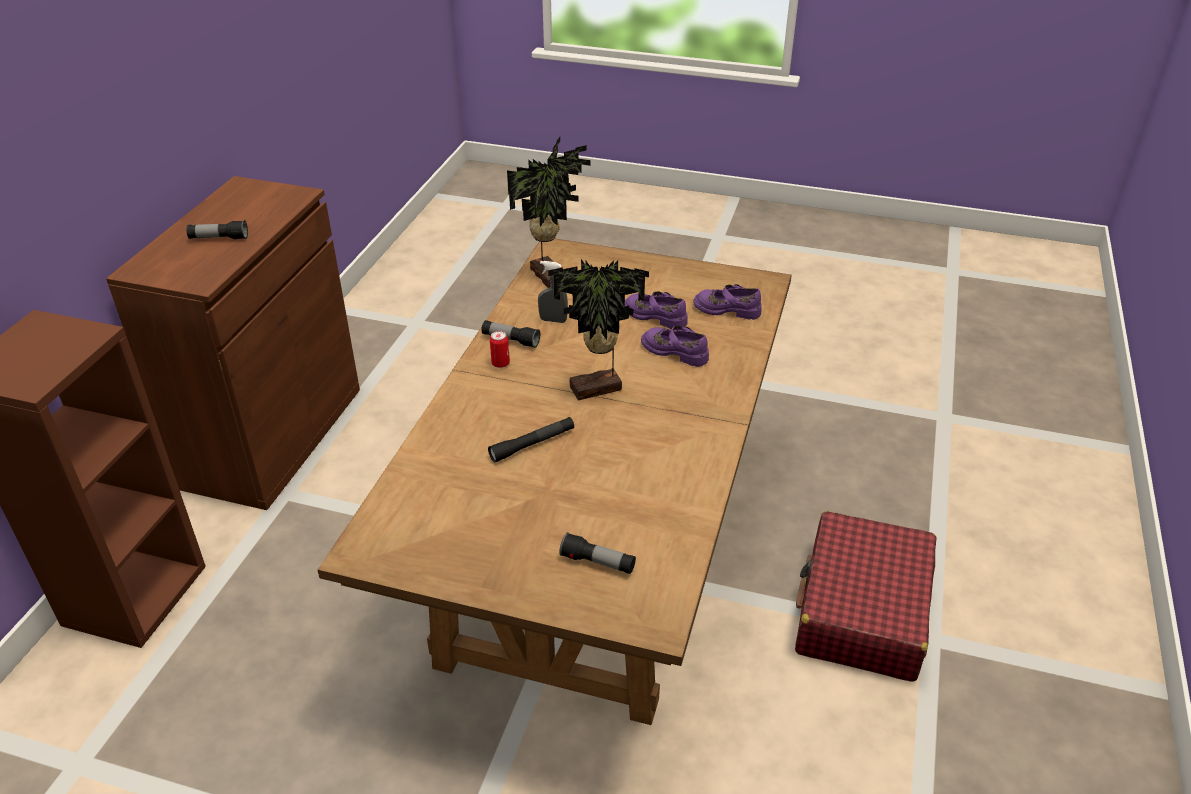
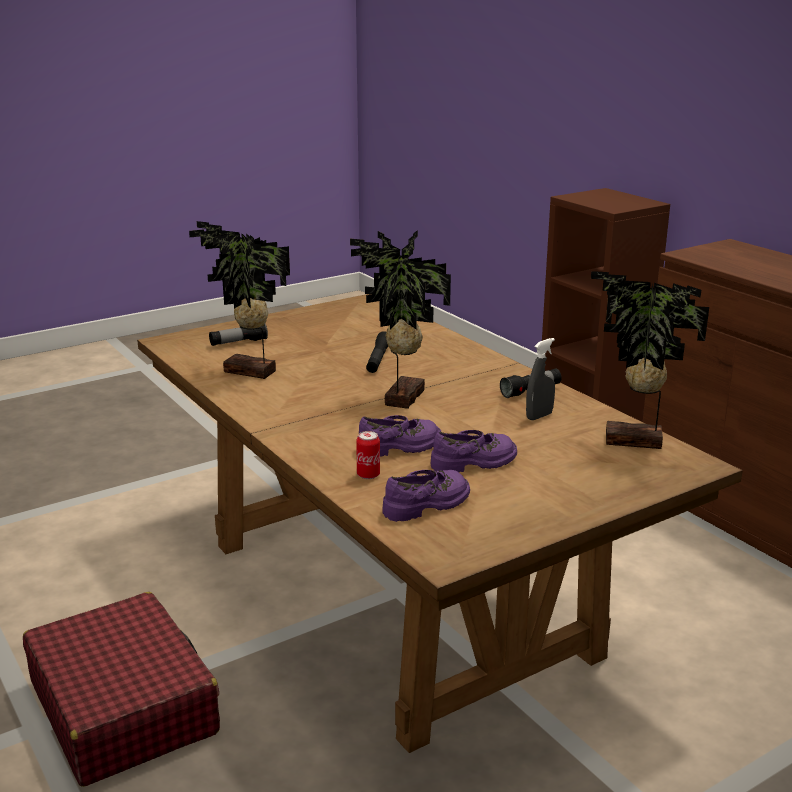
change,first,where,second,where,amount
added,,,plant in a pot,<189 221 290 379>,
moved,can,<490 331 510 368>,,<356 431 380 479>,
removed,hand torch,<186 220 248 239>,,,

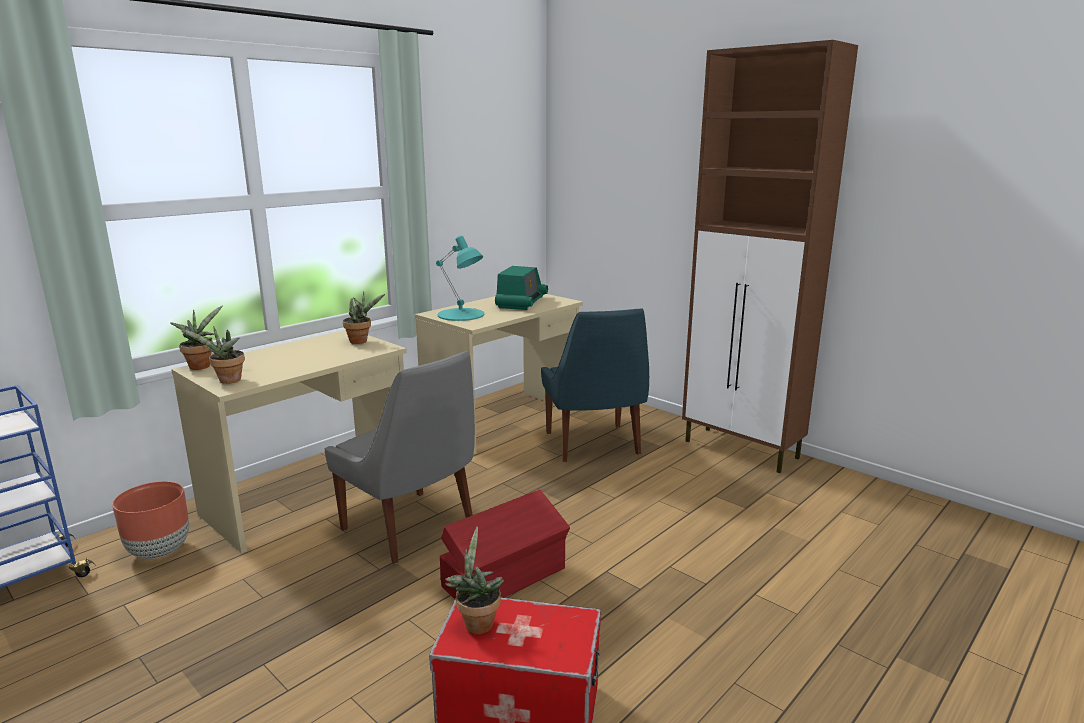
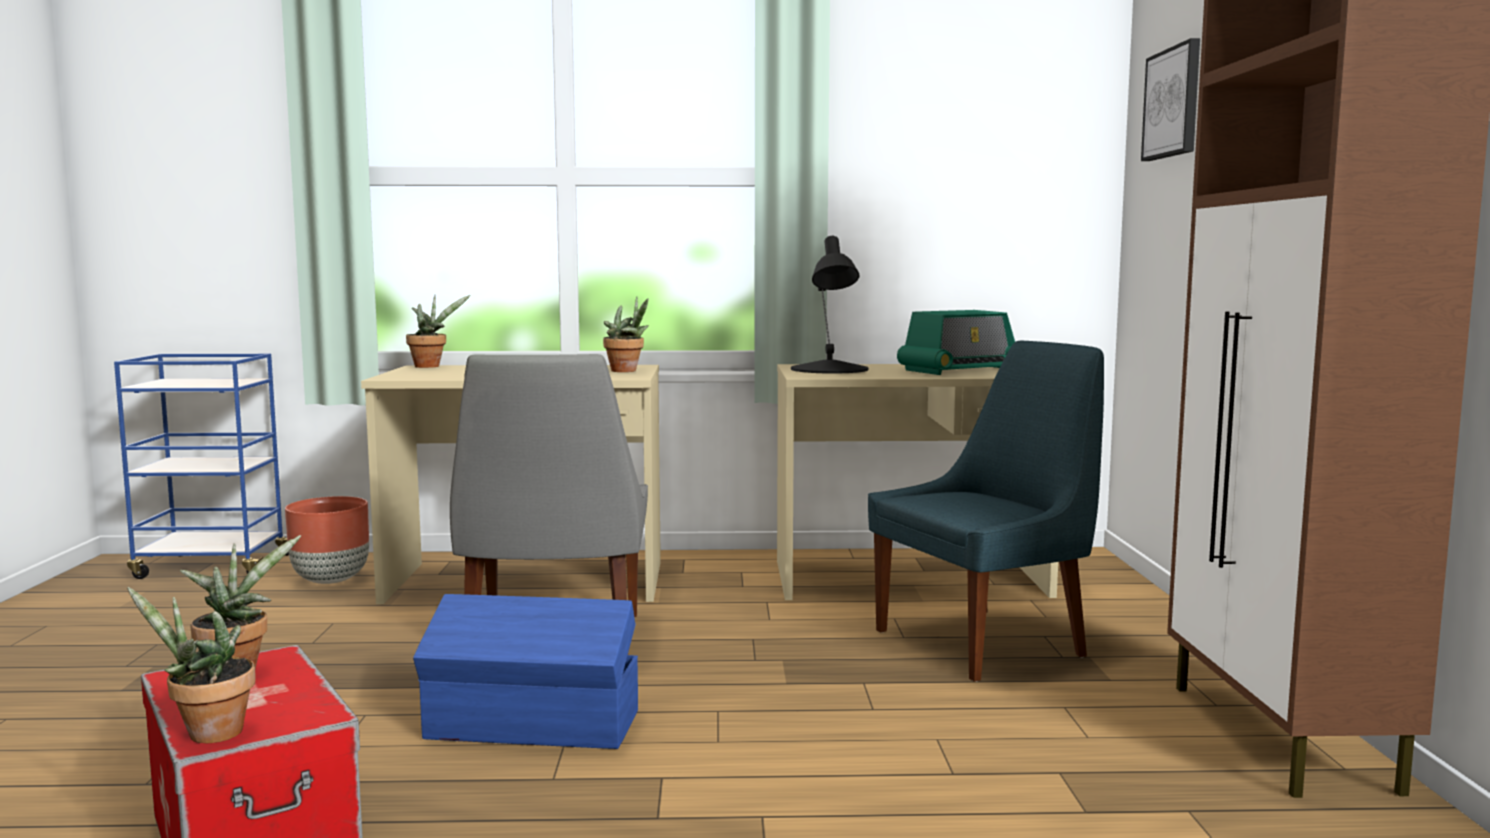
change,first,where,second,where,amount
moved,plant in a pot,<180 326 245 384>,,<127 587 256 743>,
recoloured,storage container/reddish,<439 490 570 599>,storage container/blue,<413 594 638 749>,
recoloured,lamp for a table/turquoise,<436 236 484 321>,lamp for a table/blackish,<791 236 869 373>,
turned,plain chair/blue,<541 308 649 462>,,<868 341 1104 682>,150 degrees counterclockwise
added,,,wall picture,<1141 38 1200 161>,

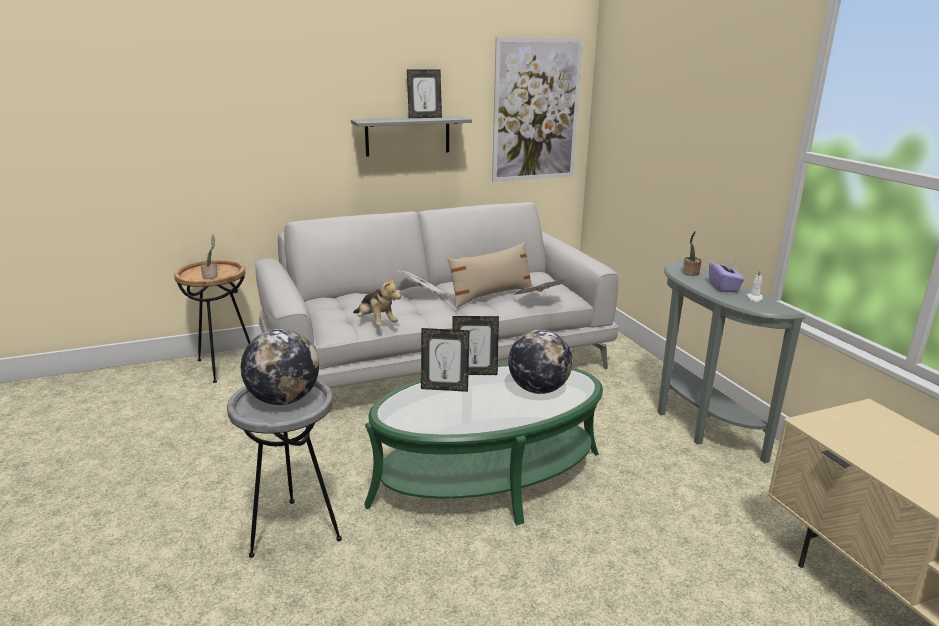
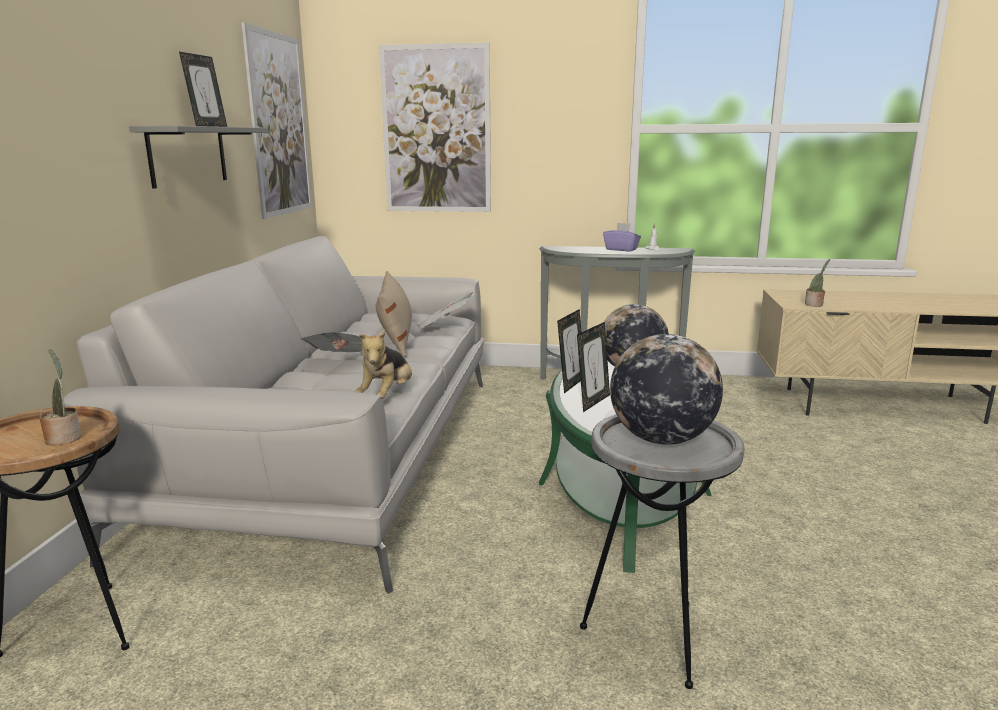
change,first,where,second,where,amount
turned,cuddly toy,<353 277 401 326>,,<355 330 412 399>,120 degrees clockwise
added,,,wall picture,<379 43 491 212>,
moved,plant in a pot,<683 231 701 276>,,<805 259 830 307>,

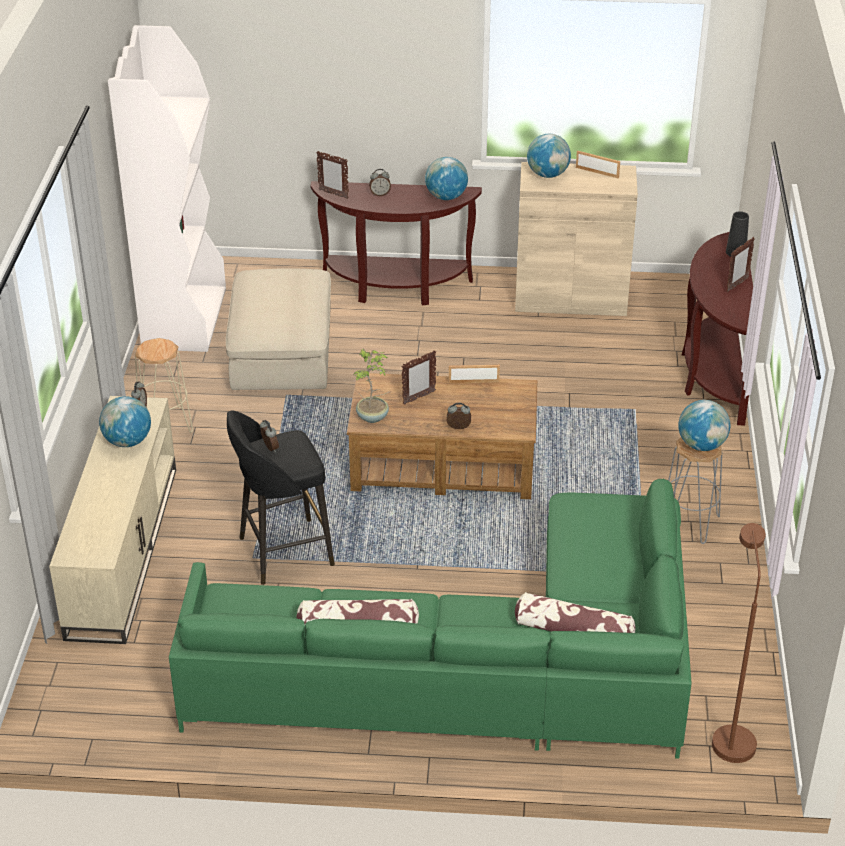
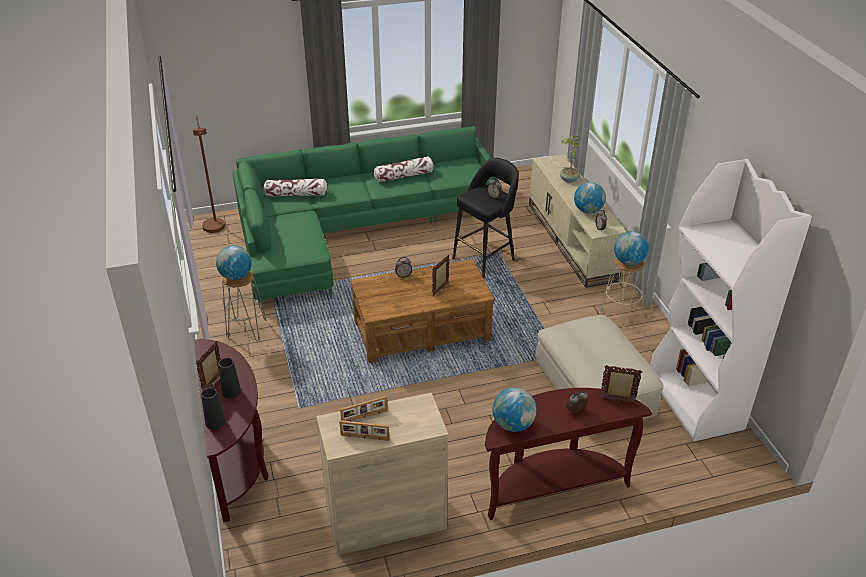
change,first,where,second,where,amount
added,,,vase/blackish,<218 358 241 399>,
moved,picture frame,<449 365 500 383>,,<340 396 388 421>,
moved,plant in a pot,<353 348 390 423>,,<560 136 581 183>,
moved,desk globe,<527 134 571 178>,,<614 231 649 265>,

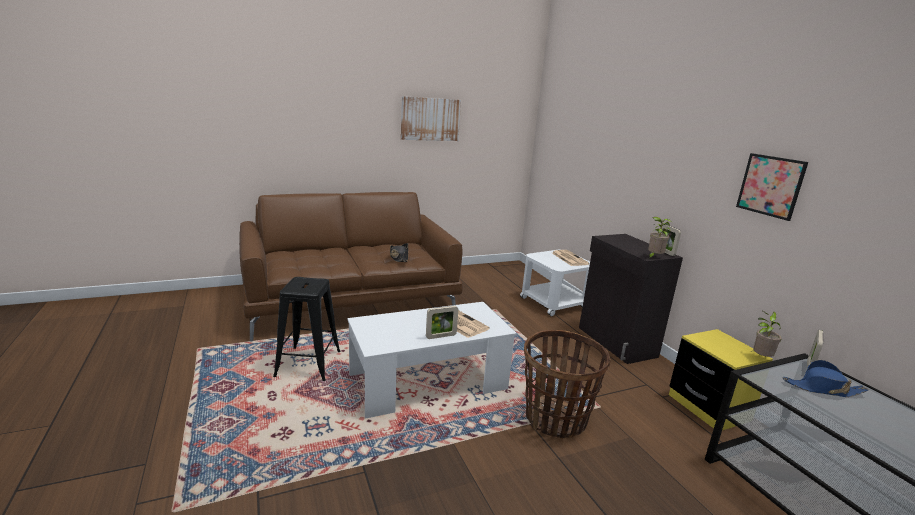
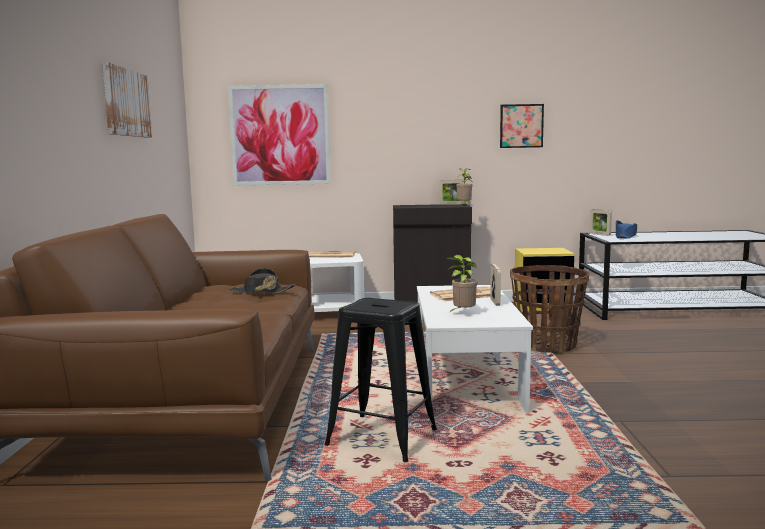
change,first,where,second,where,amount
added,,,wall picture,<228 84 330 185>,
moved,plant in a pot,<753 310 782 357>,,<446 255 478 313>,

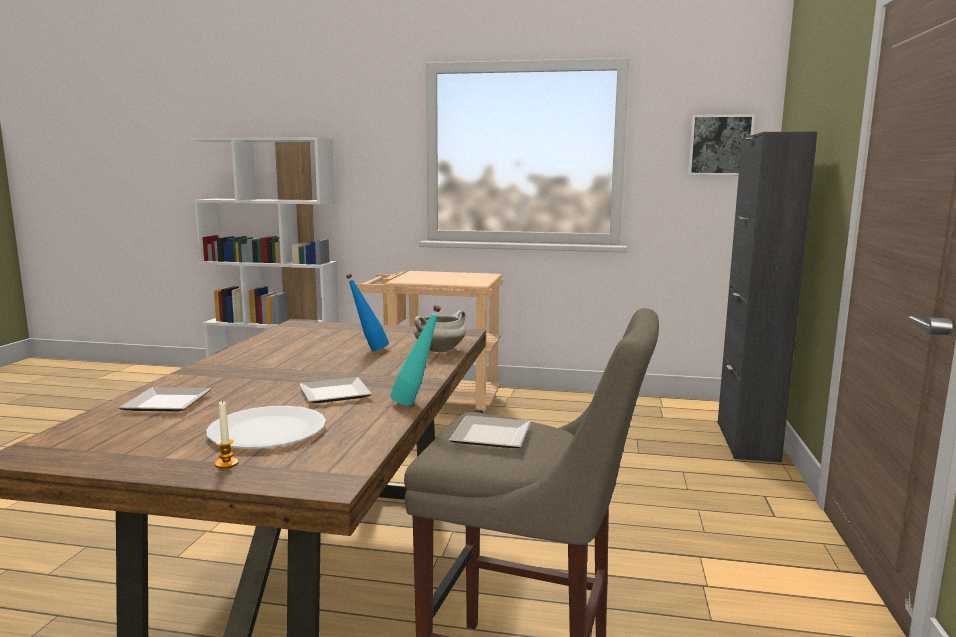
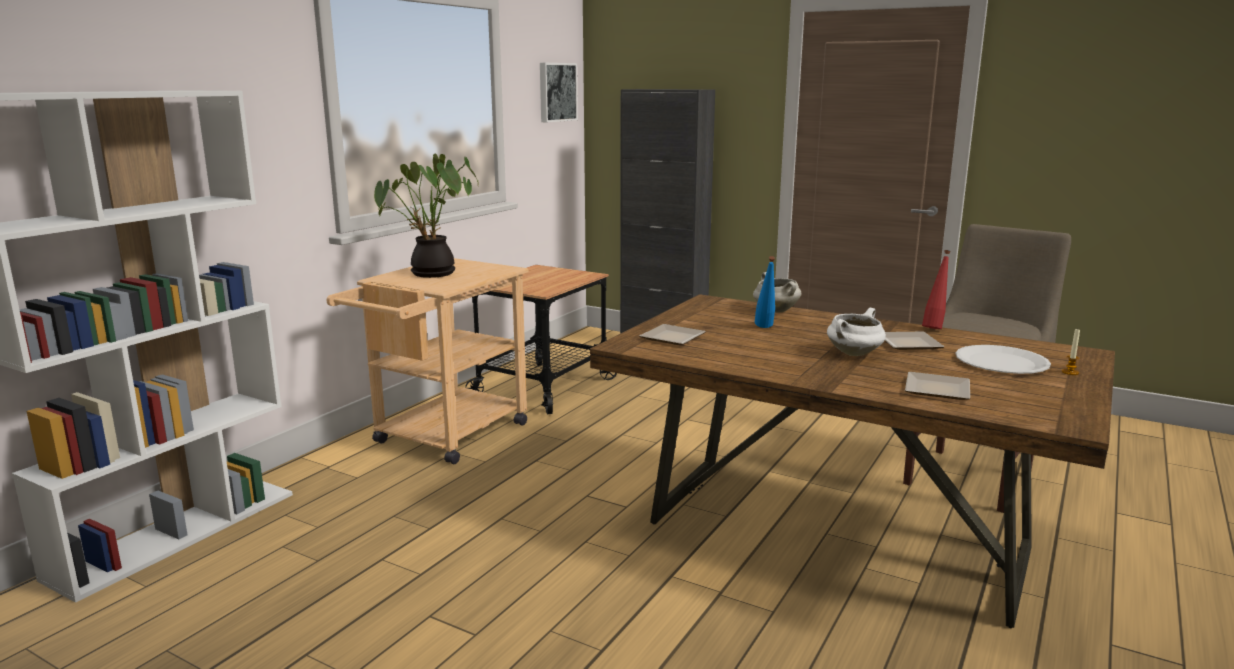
change,first,where,second,where,amount
added,,,plant in a pot,<374 153 478 278>,
added,,,cart,<465 265 617 414>,
moved,flat dish,<449 415 531 448>,,<640 324 706 345>,
added,,,cooking pot/white,<827 308 886 356>,
recoloured,beverage bottle/turquoise,<390 305 441 406>,beverage bottle/reddish,<922 250 950 329>,

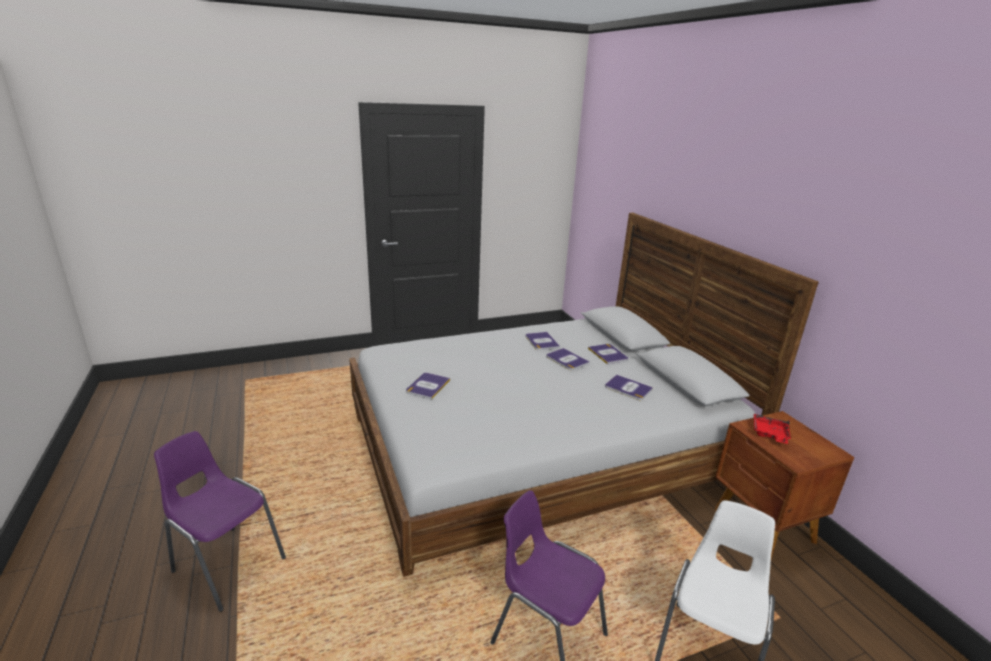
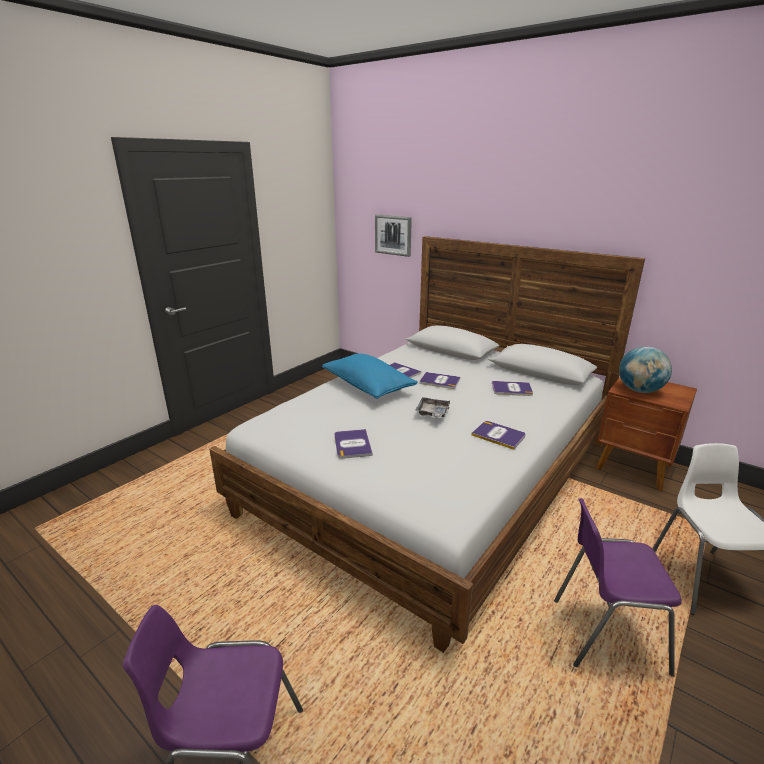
change,first,where,second,where,amount
added,,,throw pillow/blue,<322 354 418 399>,
added,,,wall picture,<375 215 412 257>,
added,,,serving tray/grey,<416 397 450 418>,
moved,book,<588 344 628 364>,,<471 421 526 450>,
replaced,serving tray/reddish,<754 414 791 444>,desk globe,<619 346 672 393>,

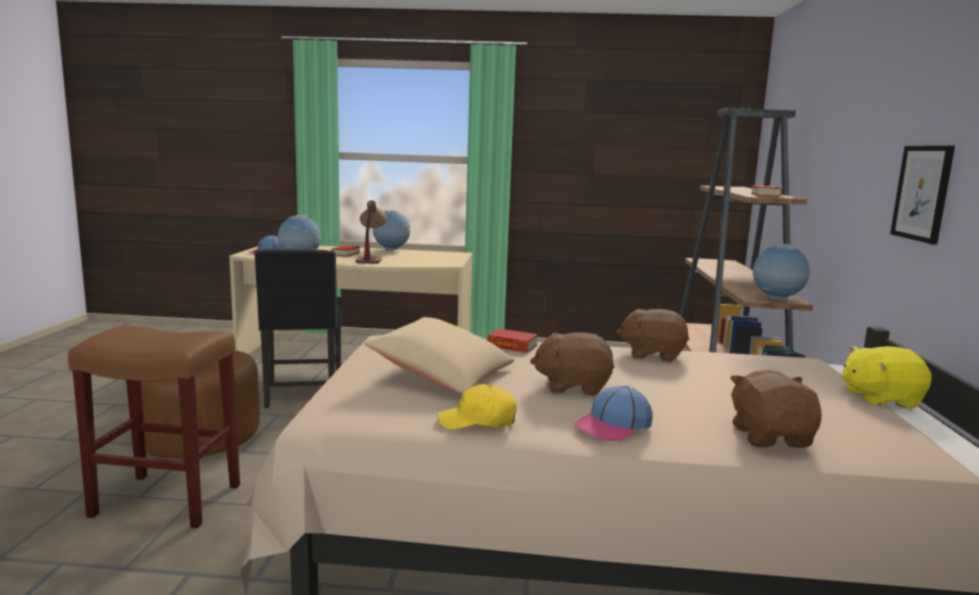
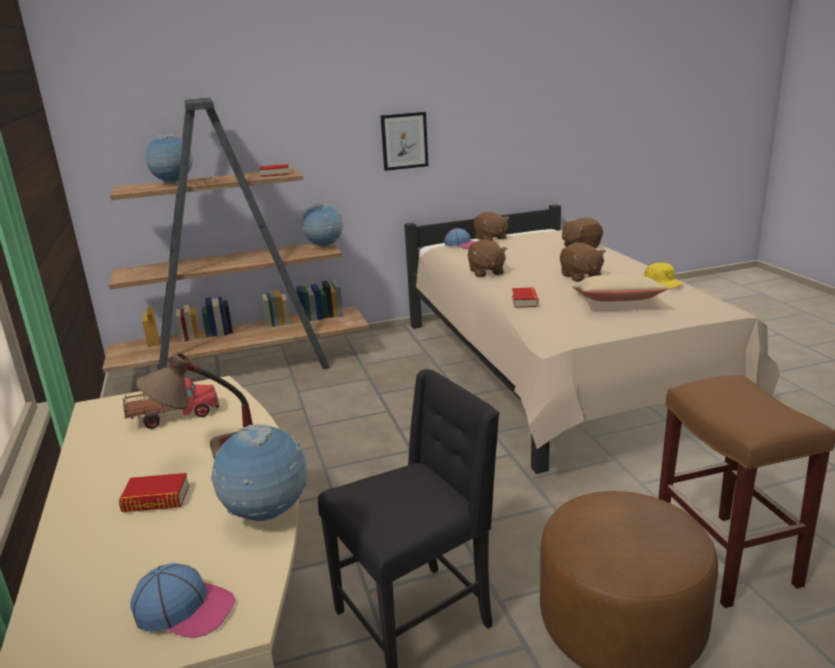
change,first,where,second,where,amount
added,,,toy lorry,<123 378 219 429>,
moved,desk globe,<373 210 411 250>,,<145 134 193 184>,
moved,peaked cap,<574 386 653 441>,,<444 228 475 249>,
recoloured,cuddly toy/yellowish,<842 346 932 409>,cuddly toy/brown-coloured,<473 212 509 241>,

